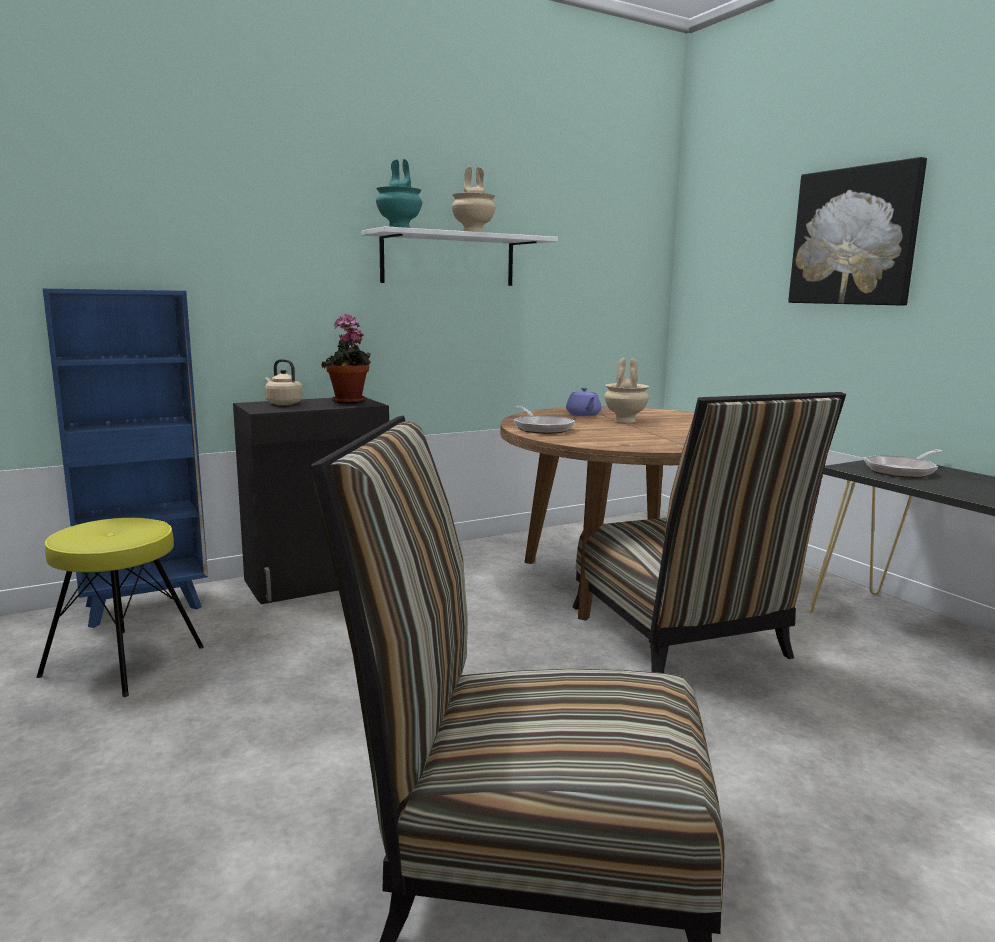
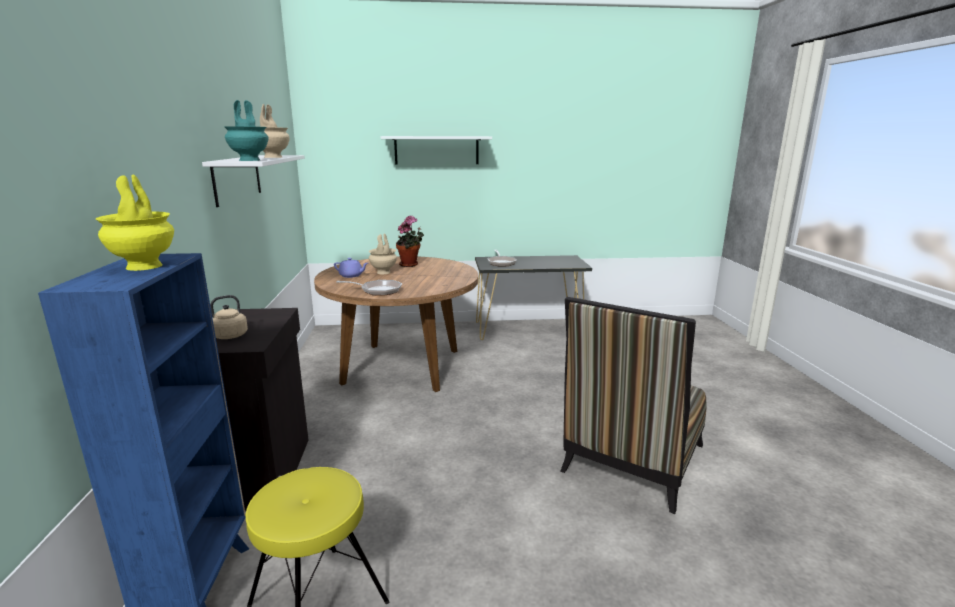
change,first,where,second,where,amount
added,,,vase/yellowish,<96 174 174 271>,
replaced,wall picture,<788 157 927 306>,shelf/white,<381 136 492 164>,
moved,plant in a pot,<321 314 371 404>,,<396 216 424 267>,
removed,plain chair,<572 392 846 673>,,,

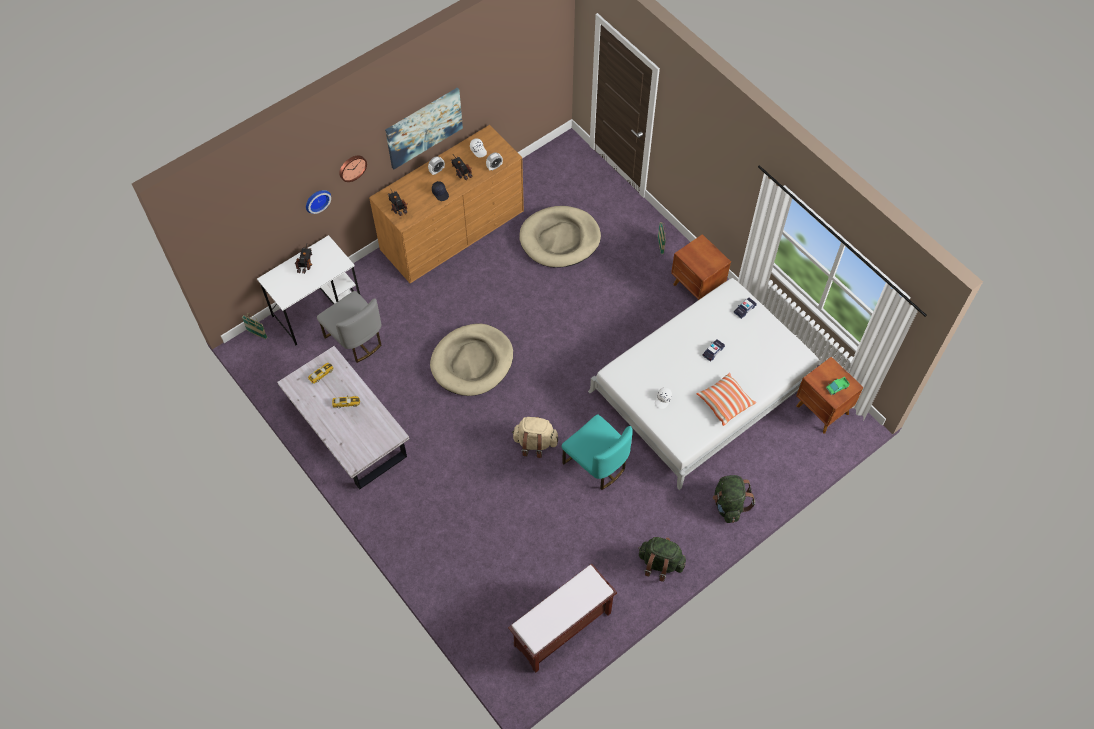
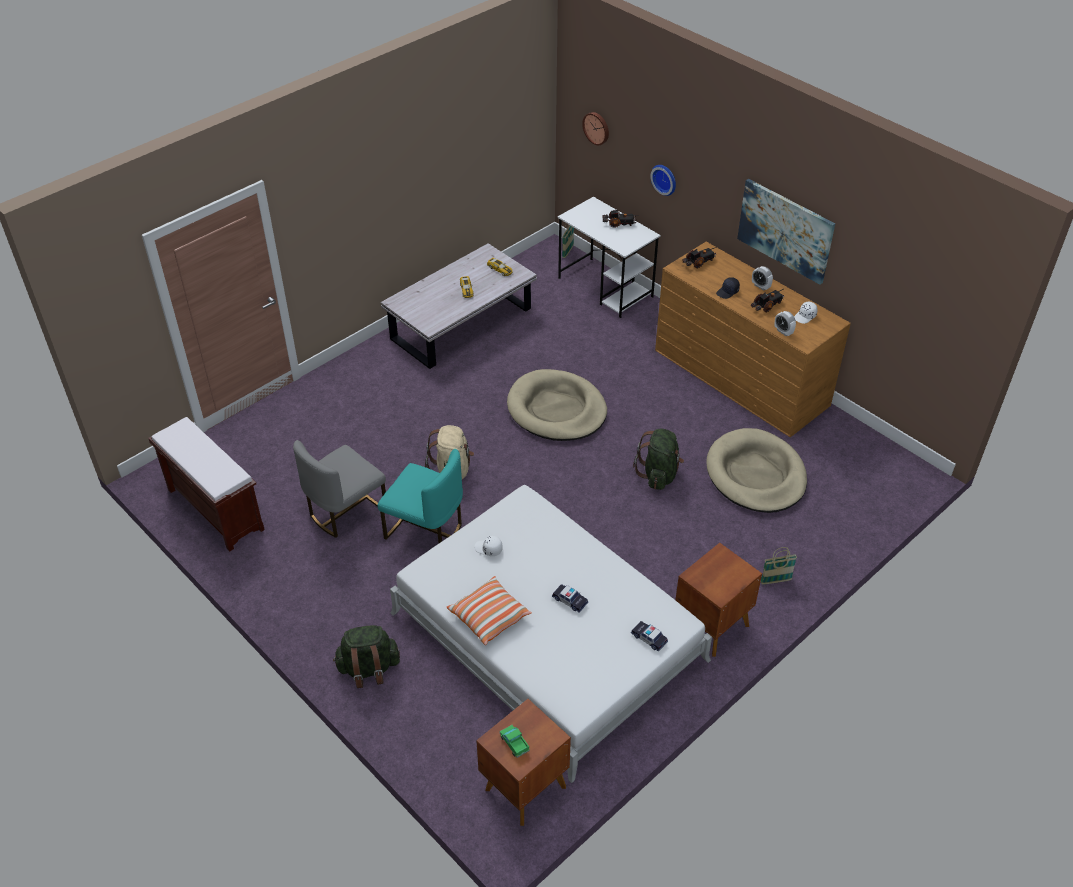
change,first,where,second,where,amount
moved,plain chair/grey,<317 291 382 363>,,<293 440 386 538>,
turned,plain chair/turquoise,<561 414 633 490>,,<378 449 463 543>,105 degrees counterclockwise
moved,wall clock,<339 156 367 182>,,<582 112 609 145>,
moved,knapsack/green,<638 537 686 582>,,<633 429 684 490>,

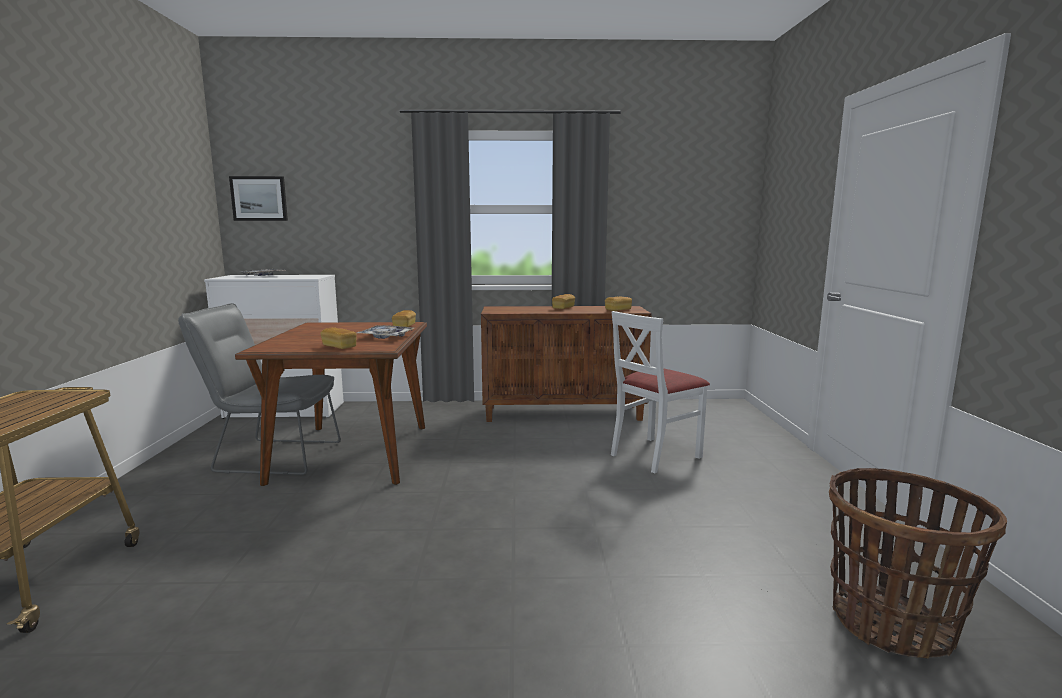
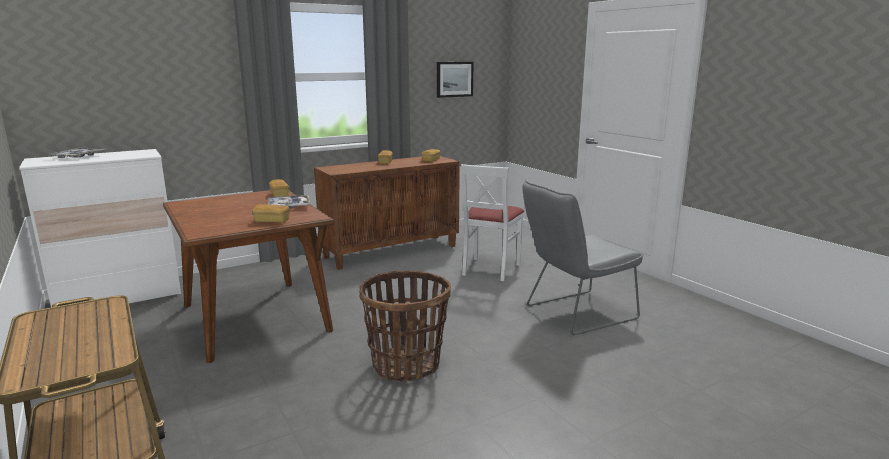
change,first,where,second,where,amount
moved,basket,<829 468 1007 659>,,<359 271 451 382>,
moved,wall picture,<229 176 288 221>,,<437 62 474 98>,
moved,plain chair/grey,<178 303 341 475>,,<522 179 644 335>,

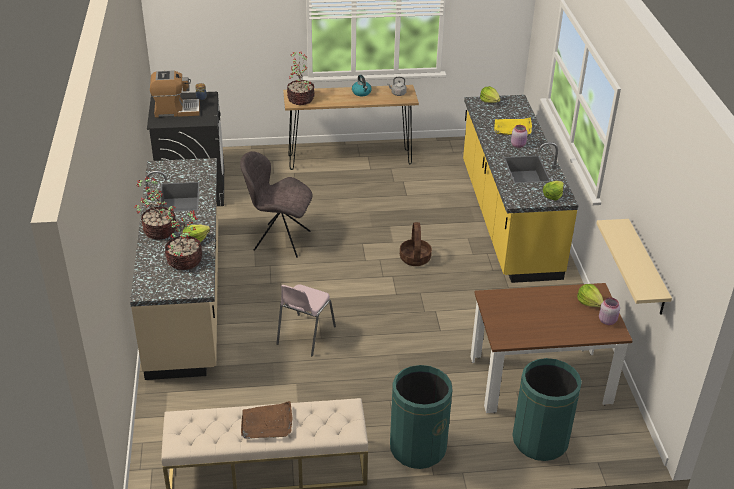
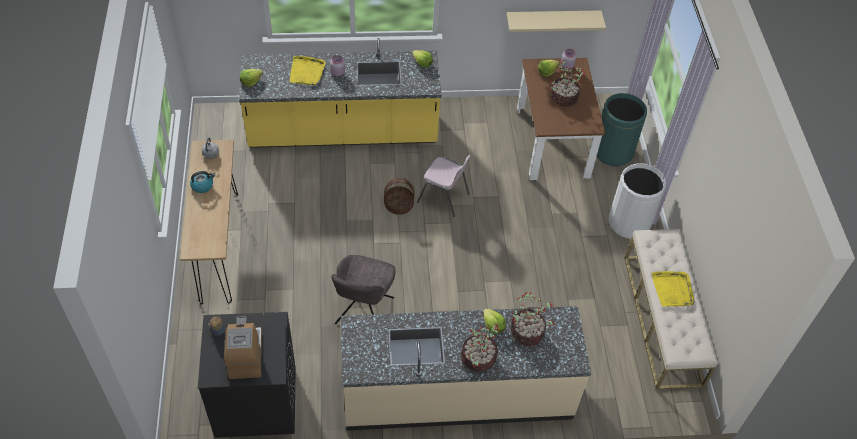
change,first,where,second,where,amount
moved,plain chair/pink,<277 284 336 356>,,<417 155 471 217>,
moved,plant in a pot,<287 52 315 105>,,<550 60 586 107>,
recoloured,trash can/green,<390 365 453 469>,trash can/white,<609 163 666 239>,
recoloured,serving tray/brown-coloured,<241 401 292 439>,serving tray/yellowish,<652 271 695 307>,

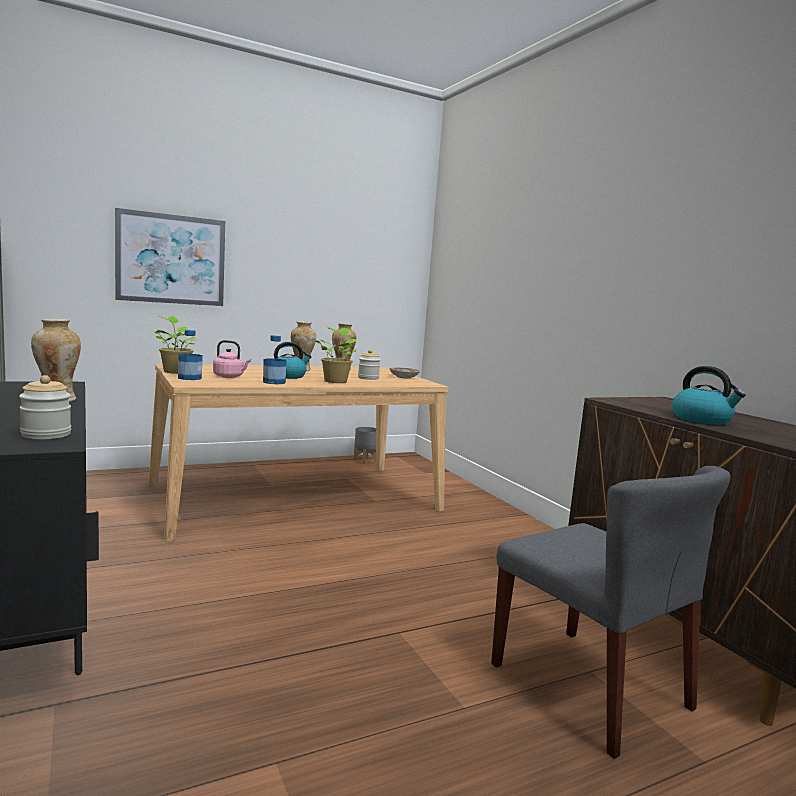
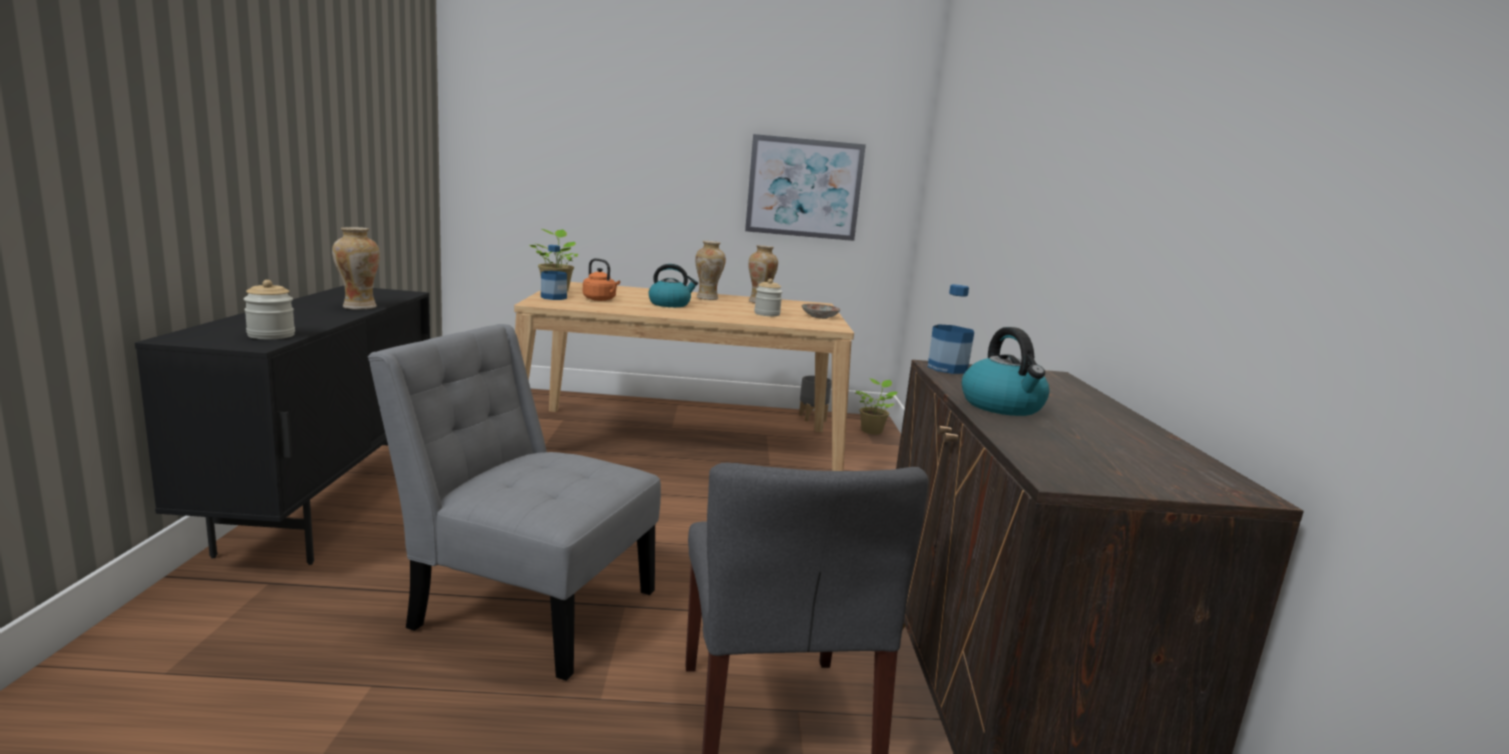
change,first,where,second,where,amount
added,,,plain chair/grey,<368 324 661 681>,
recoloured,water kettle/pink,<213 340 251 378>,water kettle/orange,<583 258 620 301>,
moved,wall picture,<115 208 225 306>,,<745 134 866 241>,
moved,plant in a pot,<315 327 357 383>,,<856 378 897 434>,
moved,beverage bottle,<263 335 286 384>,,<928 284 974 374>,

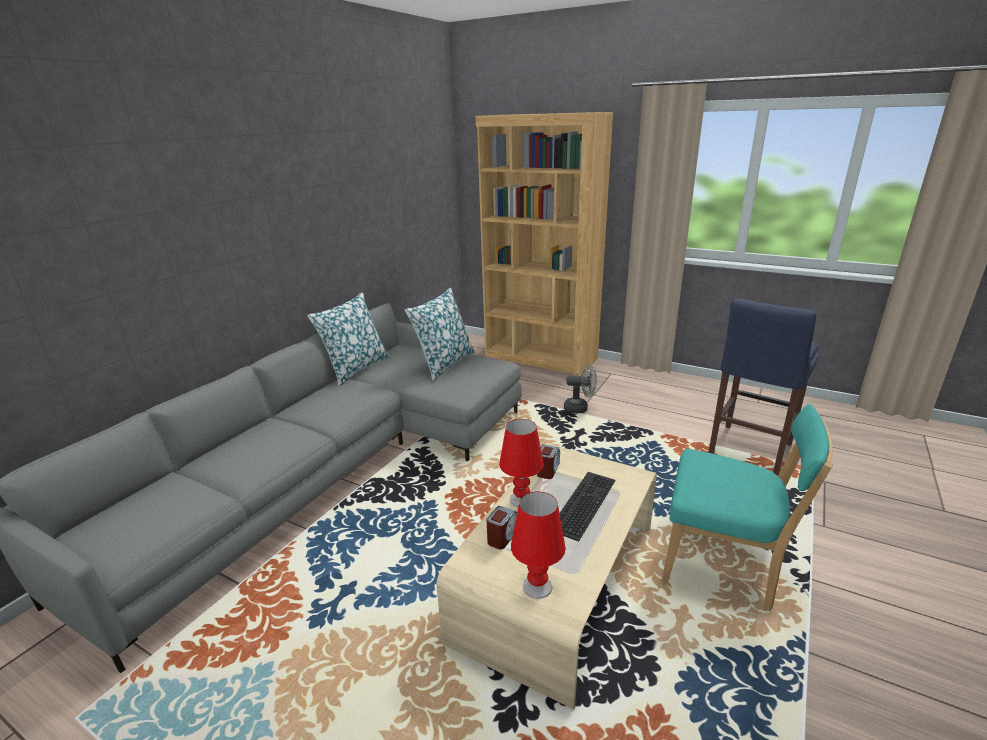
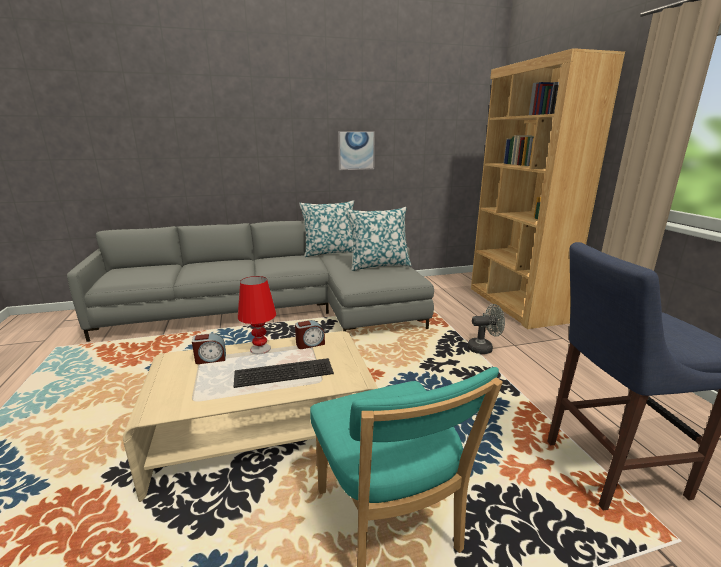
change,first,where,second,where,amount
added,,,wall picture,<338 131 375 170>,
turned,cooling fan/grey,<564 366 597 413>,,<467 304 505 354>,60 degrees counterclockwise
removed,lamp for a table/reddish,<511 491 566 599>,,,

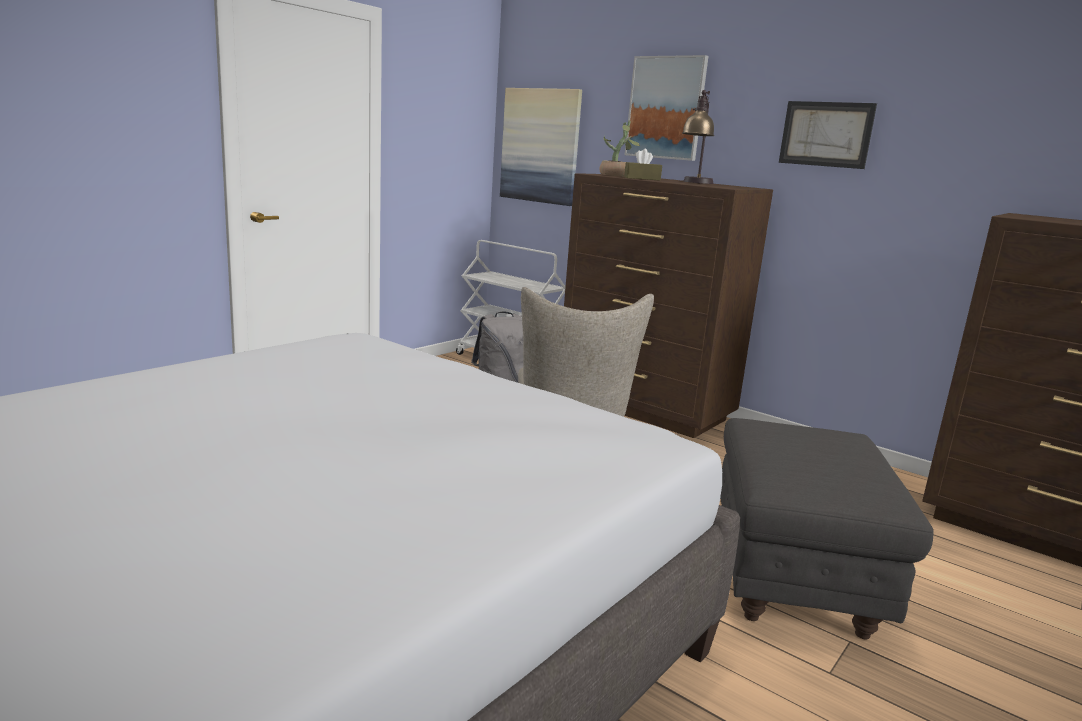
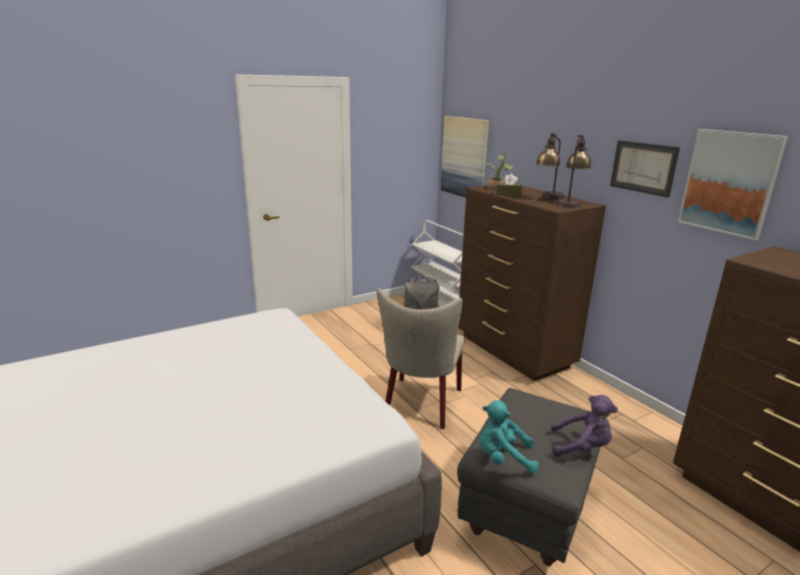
change,first,where,second,where,amount
added,,,cuddly toy/turquoise,<480 400 539 474>,
added,,,cuddly toy/purple,<551 395 618 457>,
added,,,lamp for a table,<556 134 591 208>,
moved,wall picture,<625 55 709 161>,,<678 129 788 241>,

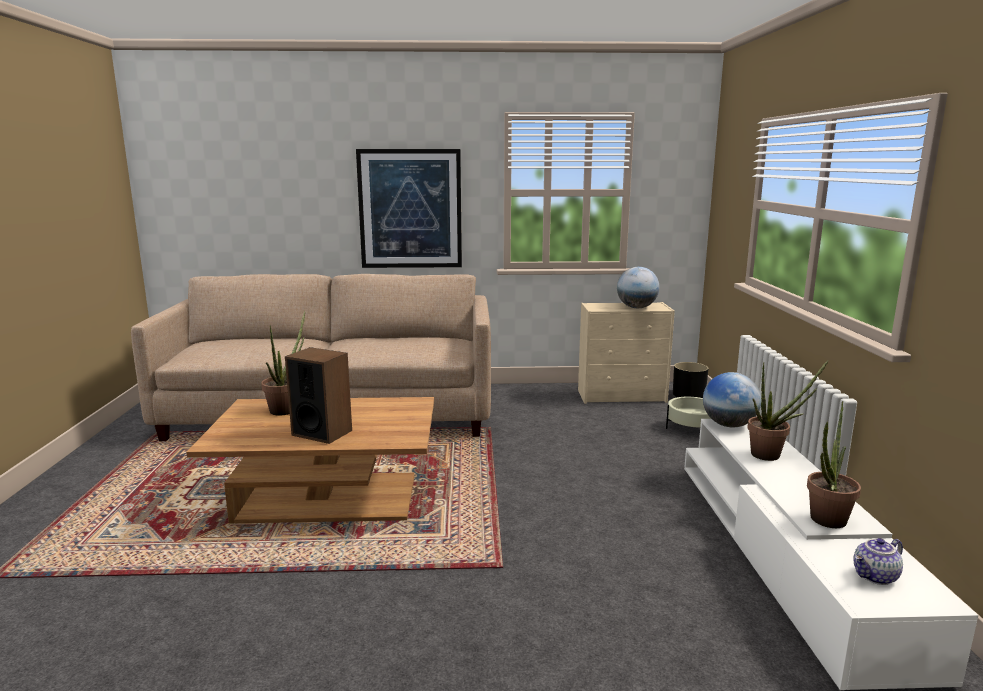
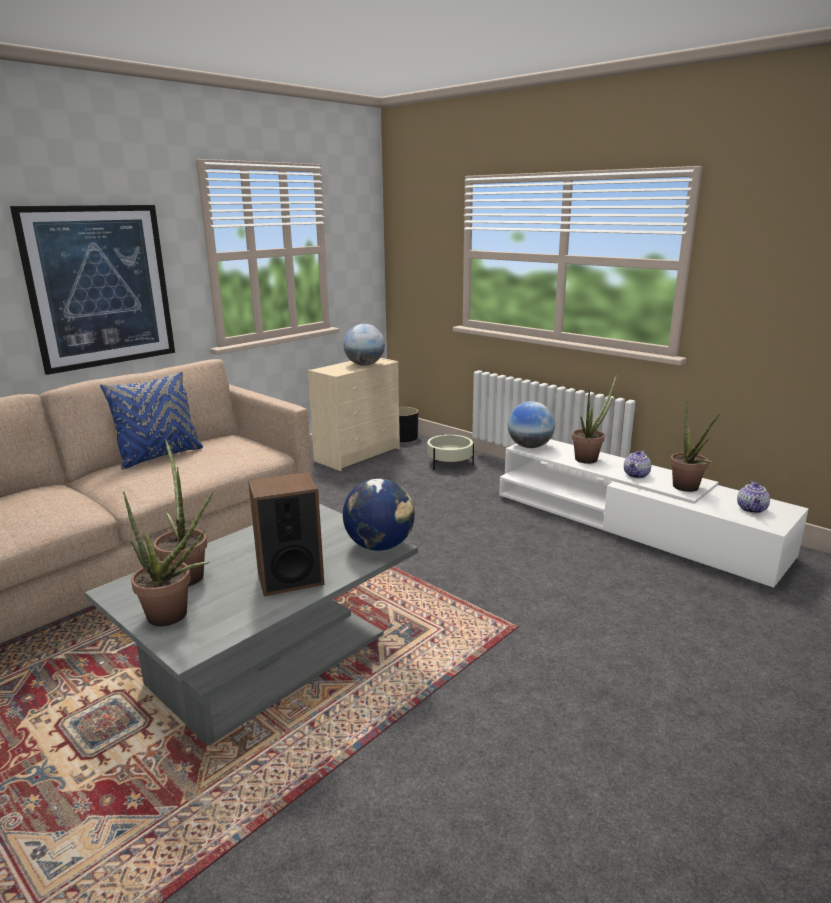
change,first,where,second,where,amount
recoloured,coffee table/brown-coloured,<186 397 434 524>,coffee table/grey,<85 504 418 746>,
added,,,throw pillow/blue,<100 372 203 470>,
added,,,plant in a pot,<123 491 214 626>,
added,,,desk globe,<343 478 415 551>,
added,,,tea pot,<624 451 651 479>,

